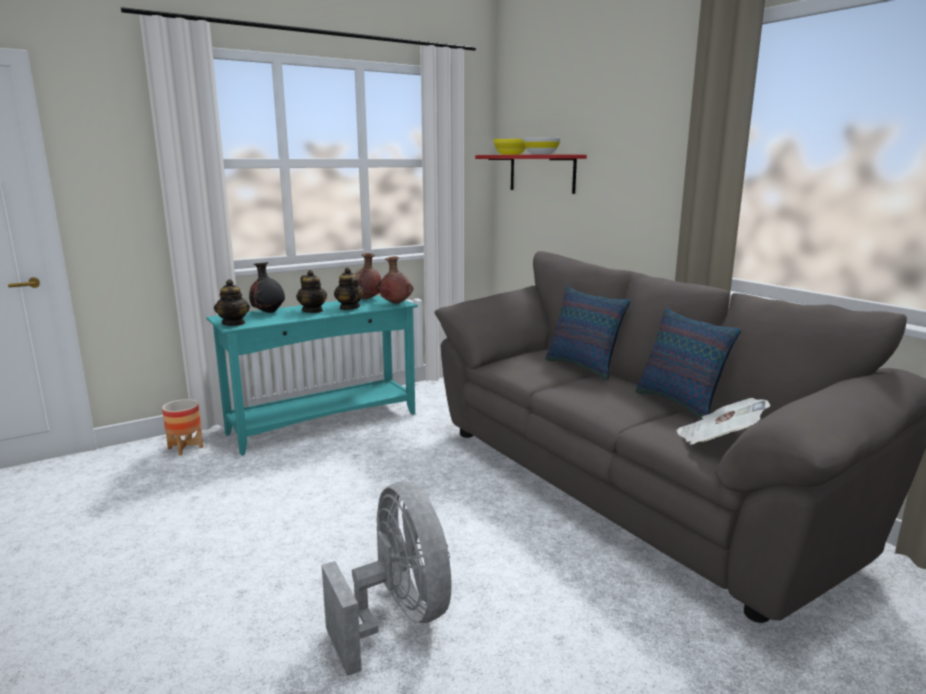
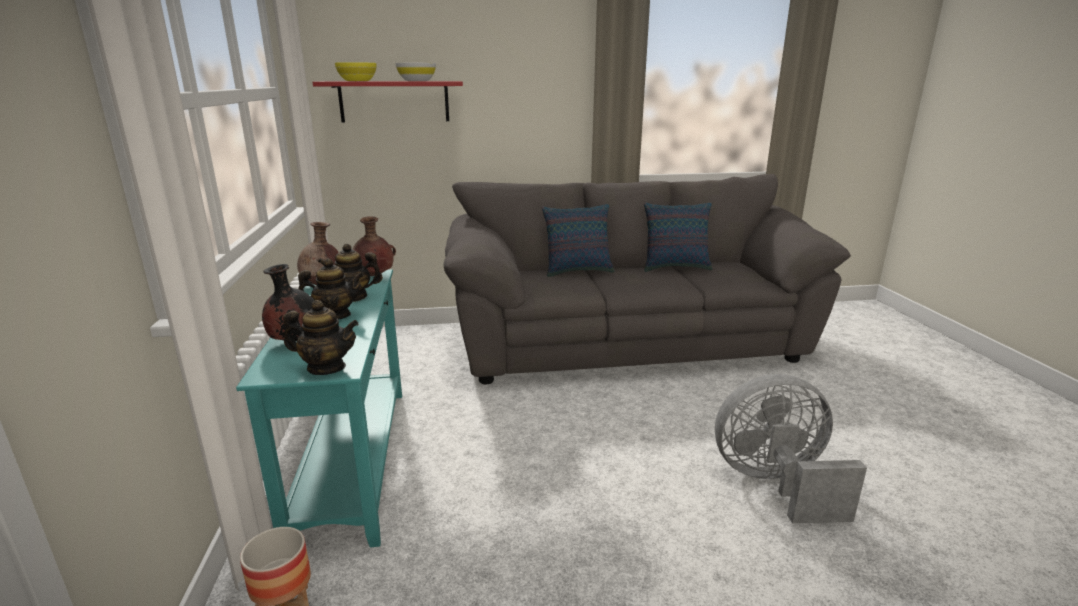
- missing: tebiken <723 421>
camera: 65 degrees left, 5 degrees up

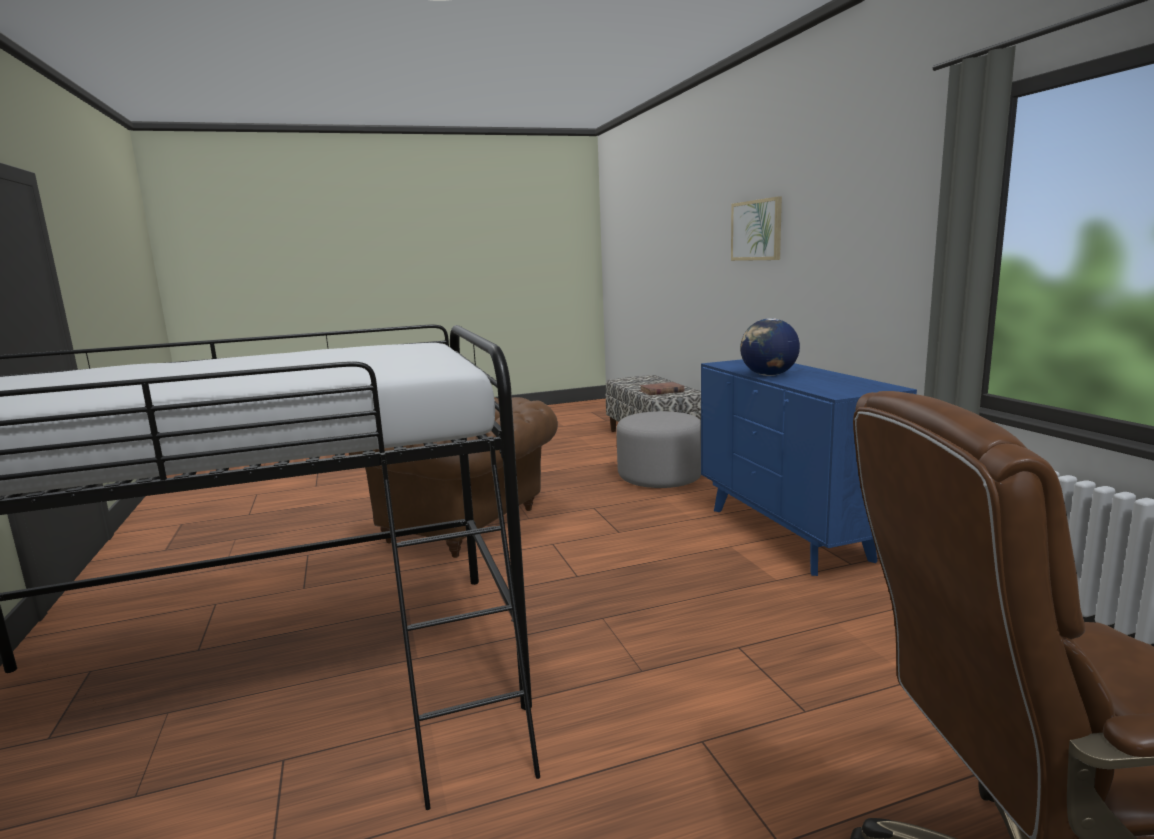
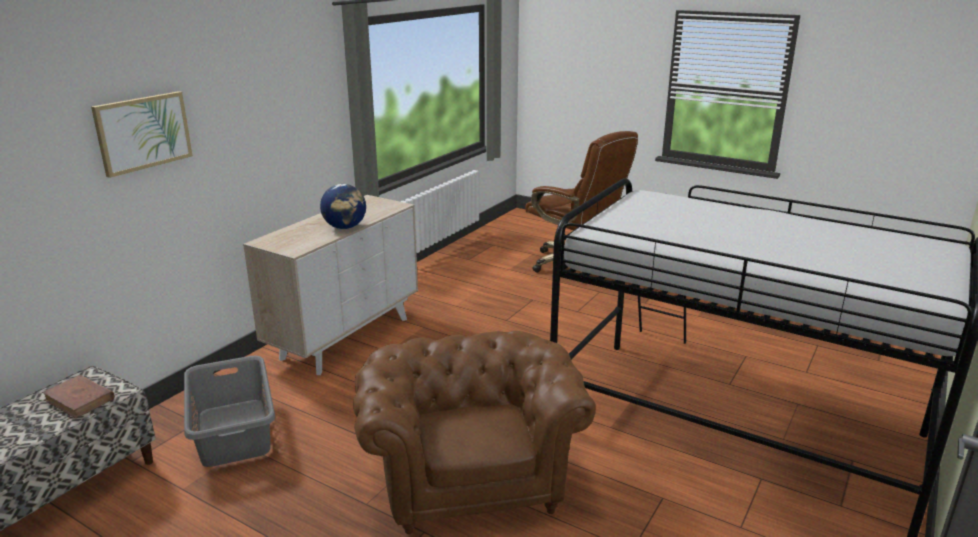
- exchanged: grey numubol <659 449> to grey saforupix <229 411>
- colour: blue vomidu <809 467> to white vomidu <330 285>
camera: 130 degrees left, 10 degrees up

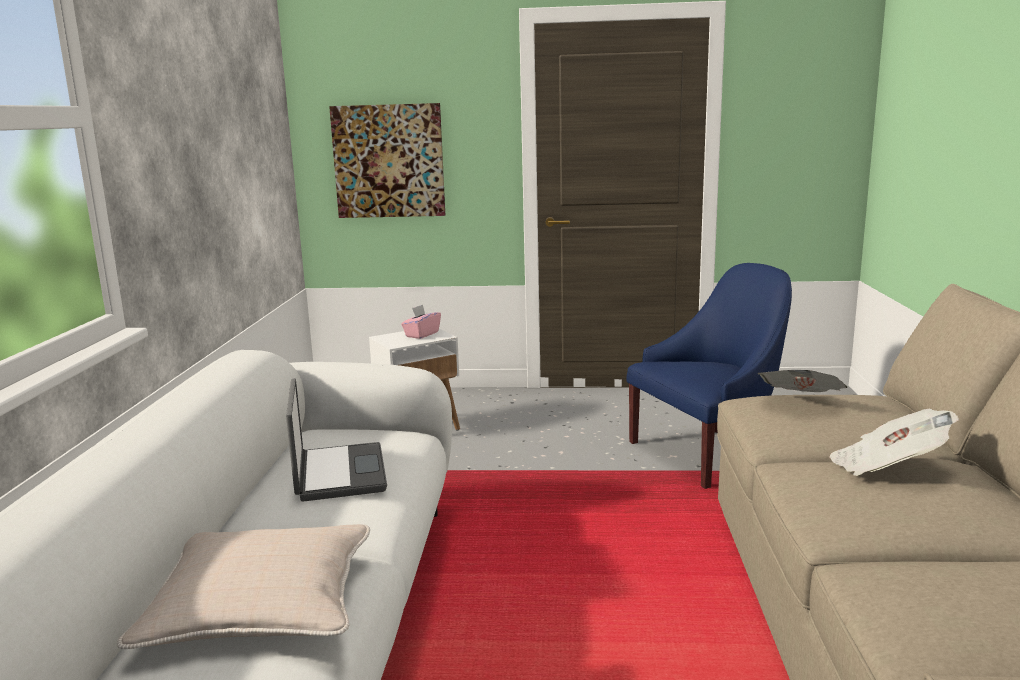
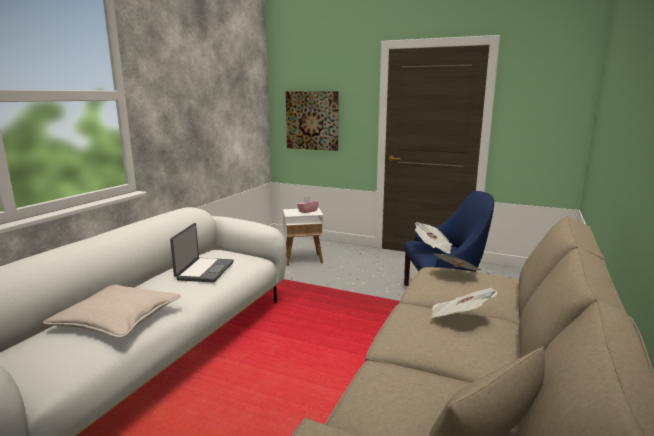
- appeared: tebiken <433 238>
camera: 20 degrees right, 0 degrees up

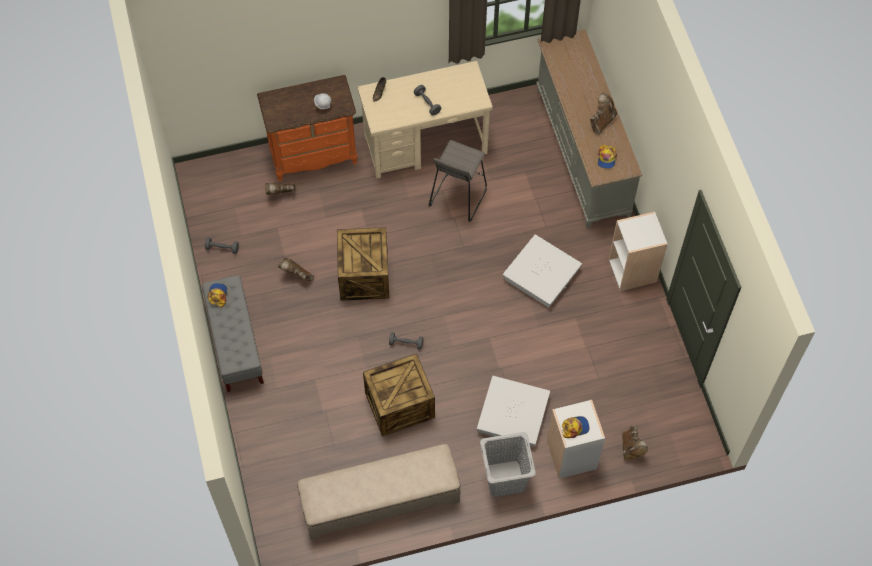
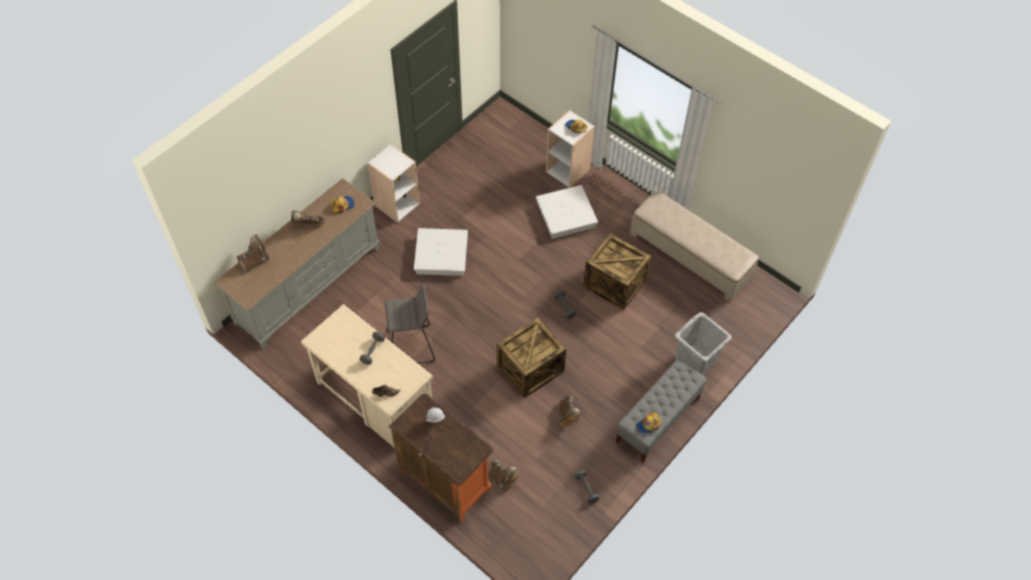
- relocated: grey saforupix <508 464> to <703 343>
- relocated: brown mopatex <635 442> to <253 254>
camera: 125 degrees left, 5 degrees down

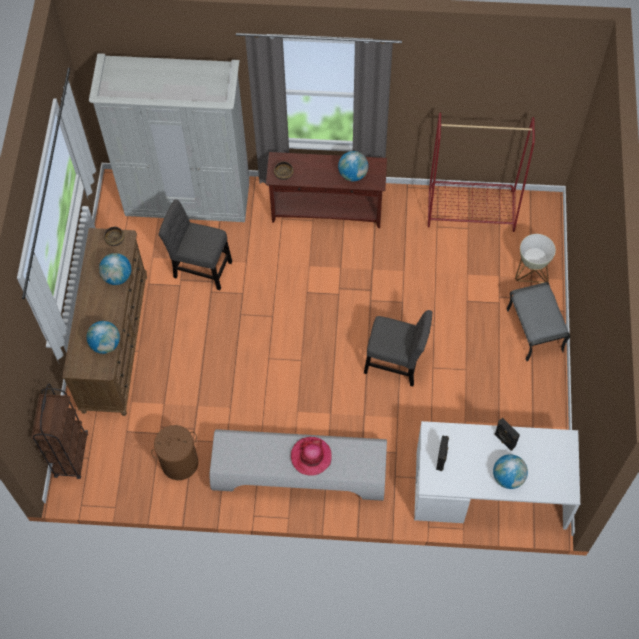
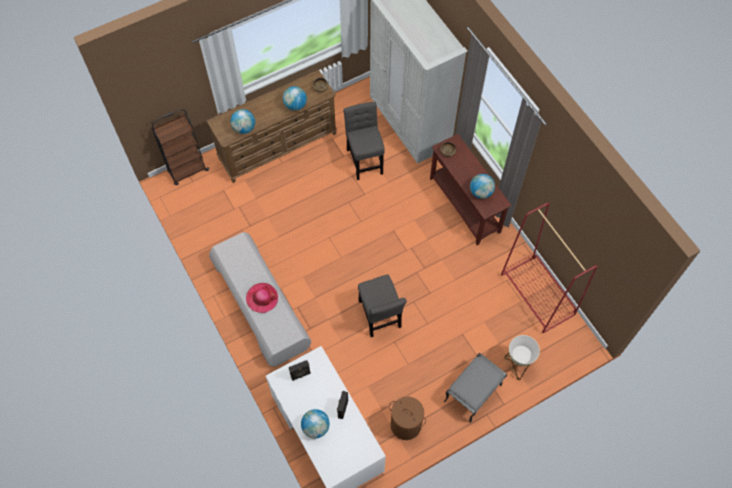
- relocated: brown saforupix <174 452> to <407 418>
camera: 55 degrees right, 0 degrees up

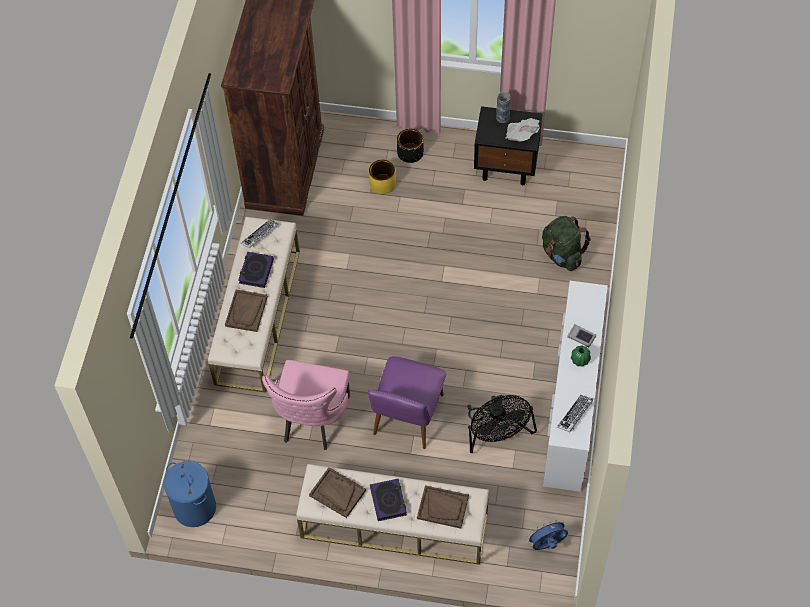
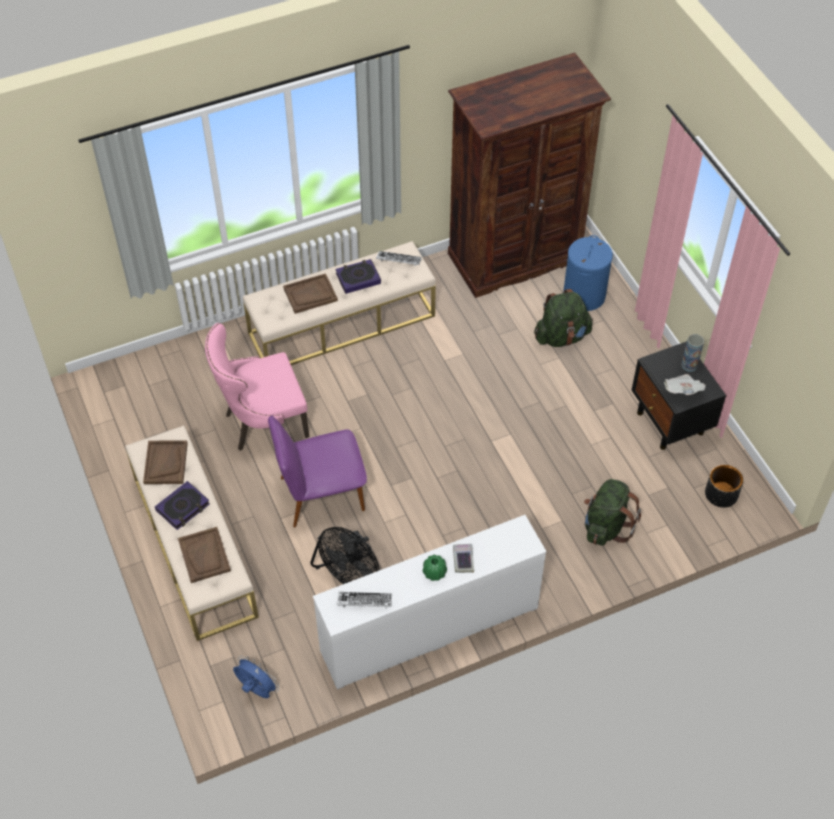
- relocated: blue saforupix <190 494> to <588 273>
- relocated: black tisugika <410 146> to <724 486>
- exchanged: yellow tisugika <382 177> to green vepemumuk <563 318>
camera: 55 degrees right, 5 degrees down

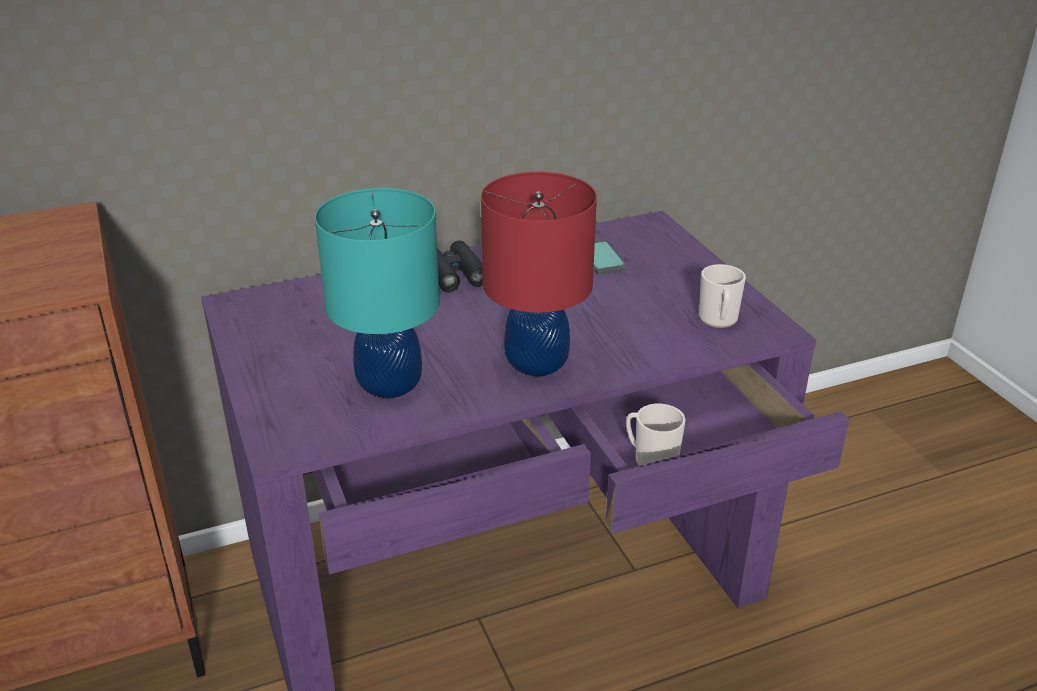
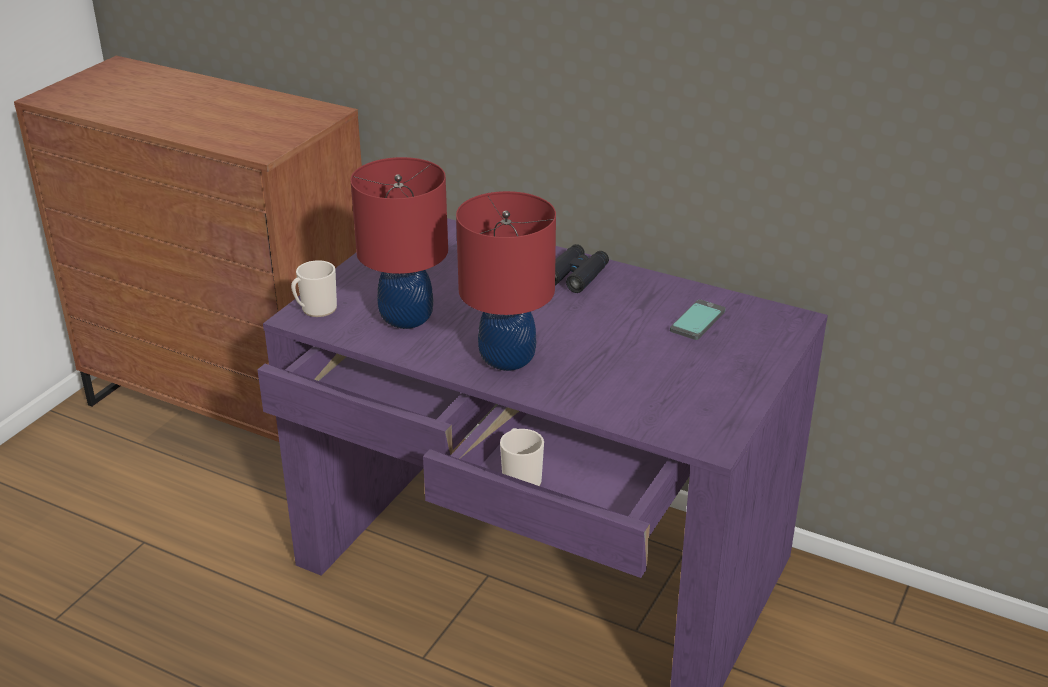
- relocated: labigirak <722 296> to <314 288>
- colour: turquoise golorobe <377 293> to red golorobe <399 243>
camera: 50 degrees right, 0 degrees up

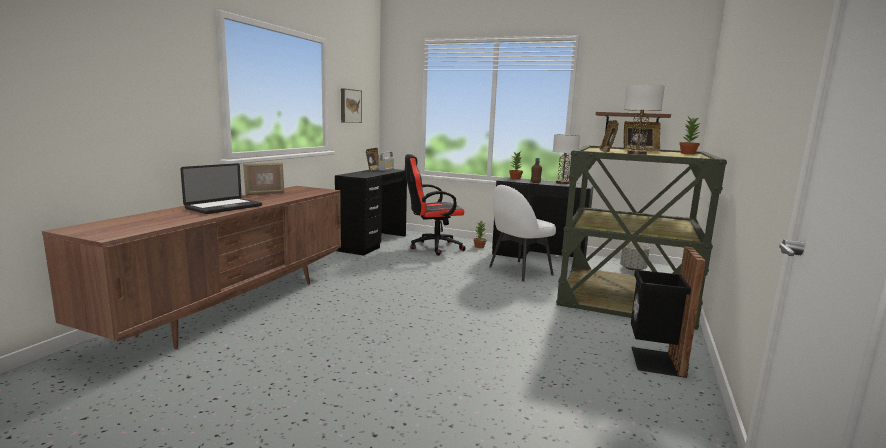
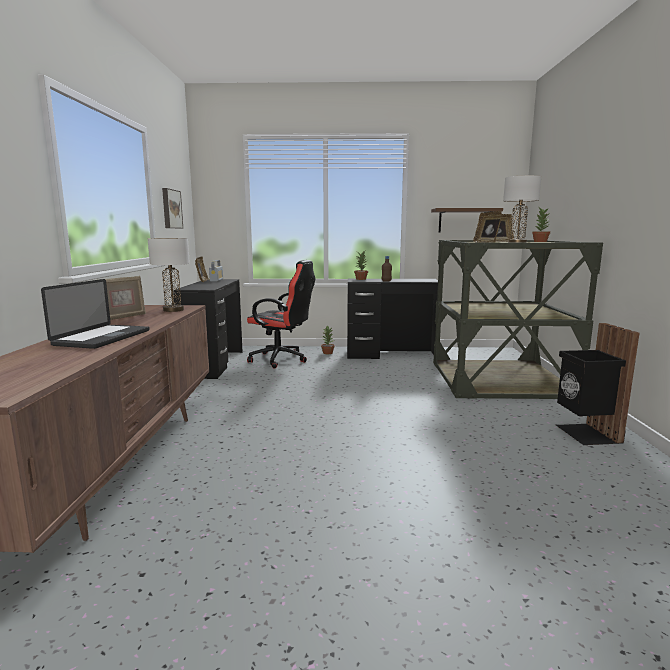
- missing: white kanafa <522 233>
- missing: grey tisugika <635 257>
- relocated: golorobe <566 159> to <169 275>
- spun: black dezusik <435 205> = <281 314> 120 degrees counterclockwise
camera: 20 degrees left, 0 degrees up

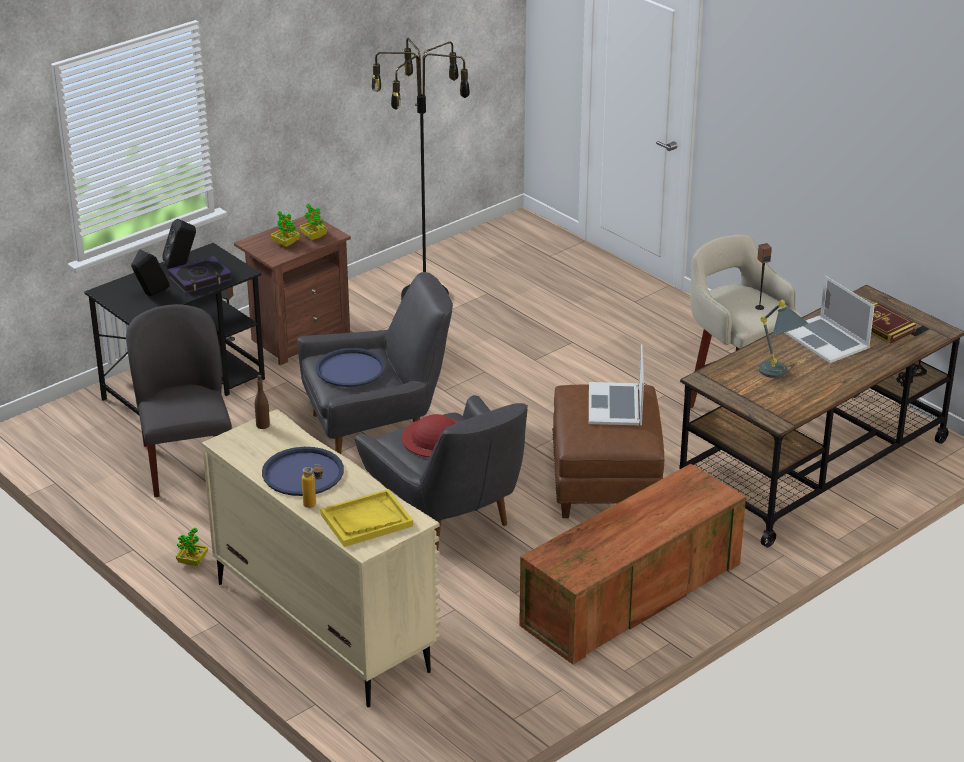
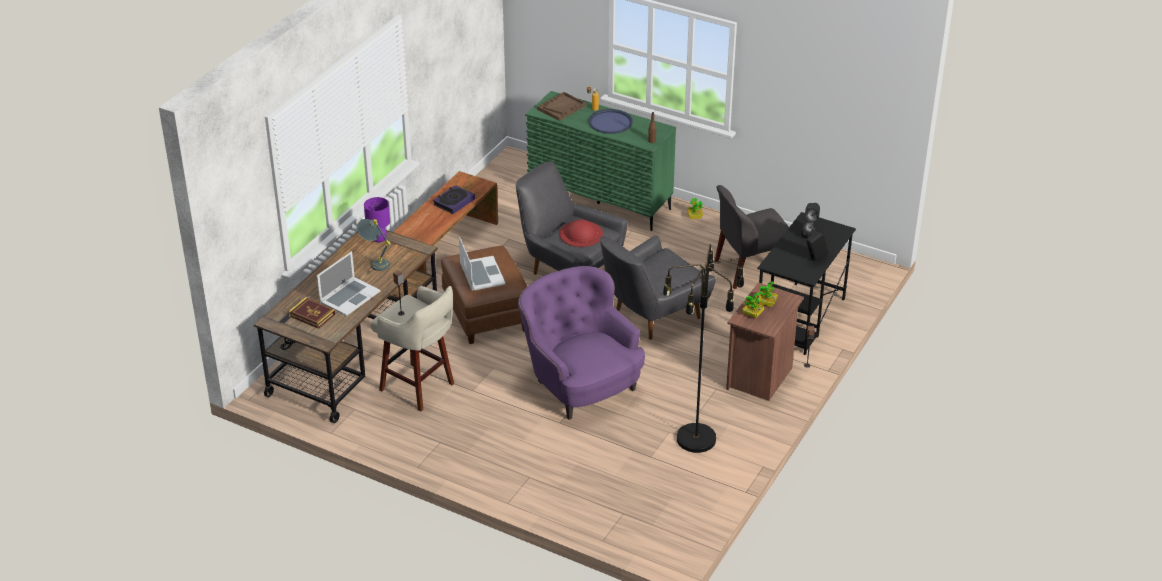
- missing: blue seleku <350 367>
- appeared: purple golorobe <377 220>
- appeared: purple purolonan <581 343>
- relocated: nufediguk <200 275> to <454 199>
- colour: beige vomidu <321 558> to green vomidu <600 161>
- colour: yellow seleku <366 518> to brown seleku <561 106>
- spun: grey kanafa <179 400> = <751 237> 105 degrees clockwise
- spun: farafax <829 319> = <348 283> 90 degrees clockwise
camera: 160 degrees right, 5 degrees up

